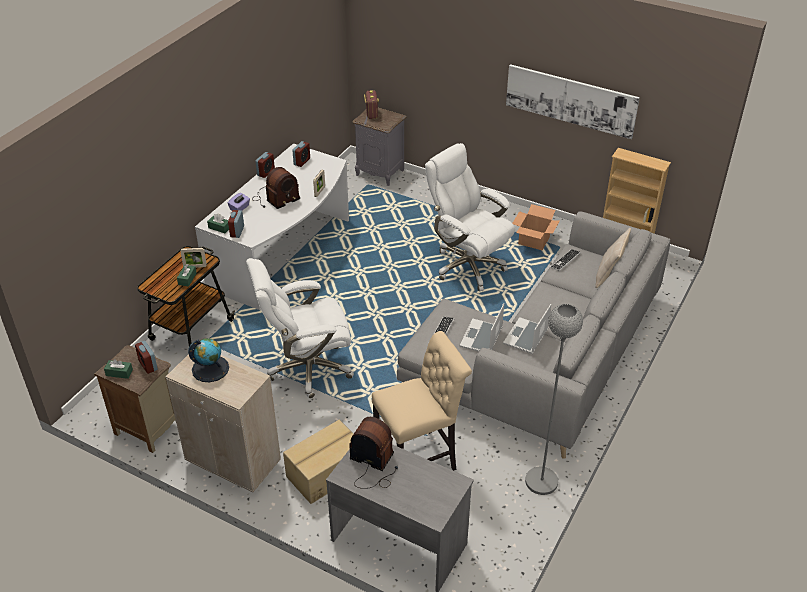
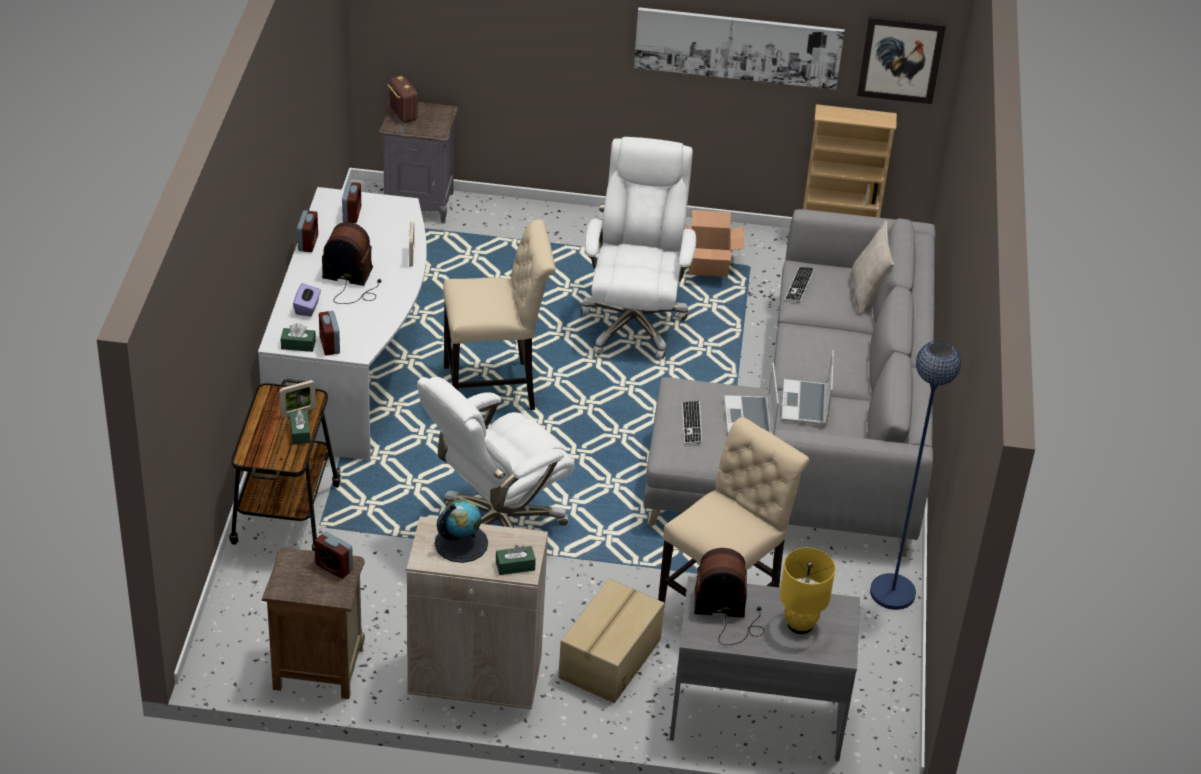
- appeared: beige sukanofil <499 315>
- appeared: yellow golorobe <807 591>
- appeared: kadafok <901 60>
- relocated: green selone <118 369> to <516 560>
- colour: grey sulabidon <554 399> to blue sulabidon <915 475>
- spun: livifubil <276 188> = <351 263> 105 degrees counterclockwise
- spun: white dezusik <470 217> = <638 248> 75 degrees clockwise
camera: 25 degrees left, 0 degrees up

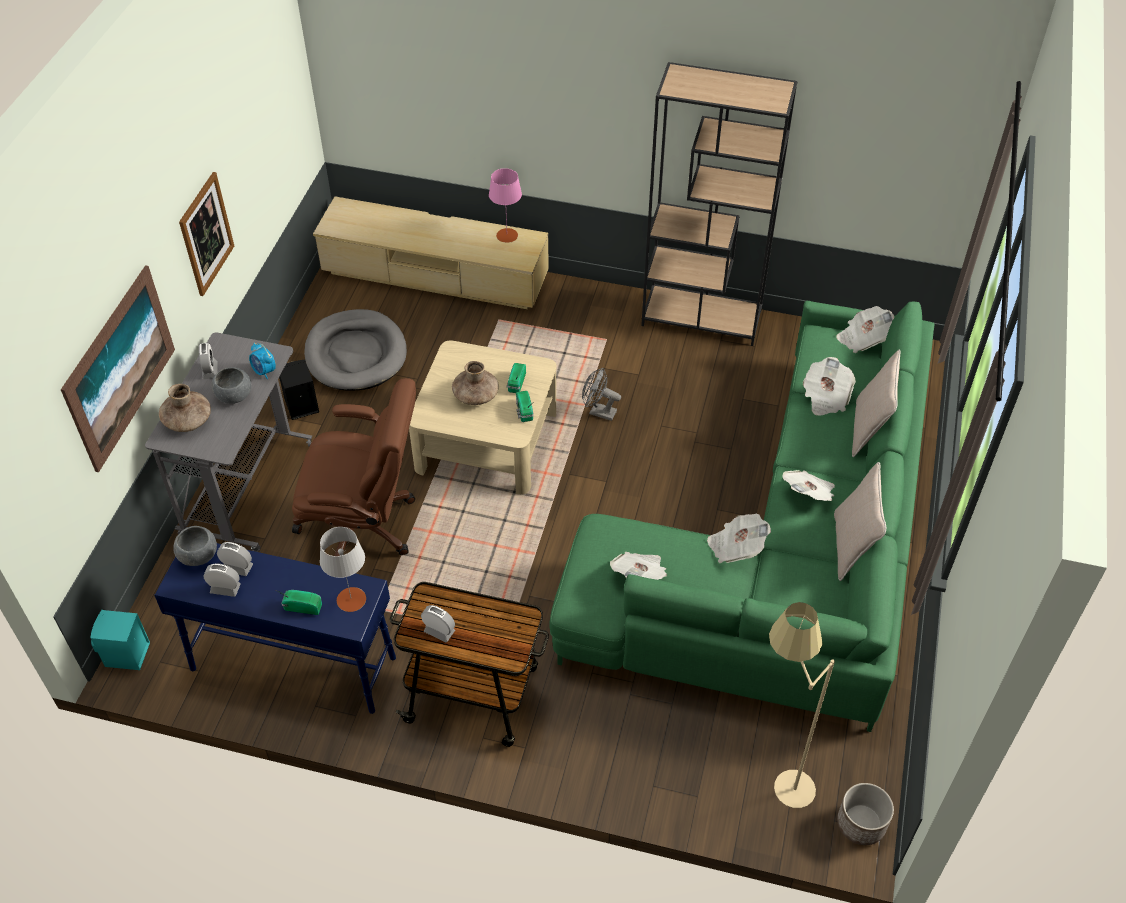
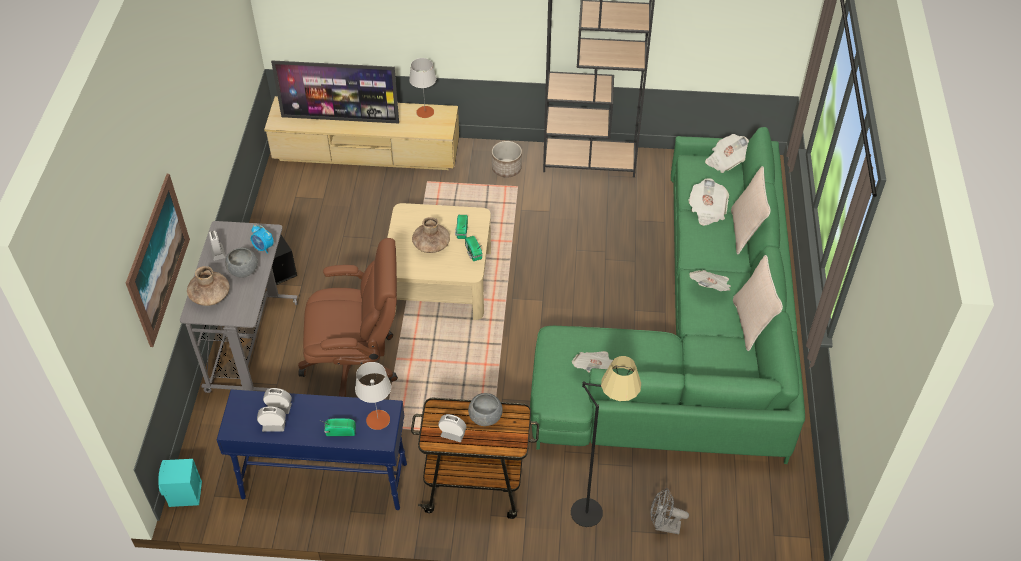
- missing: kadafok <206 234>
- missing: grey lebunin <355 349>
- missing: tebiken <739 538>
- missing: beige sulabidon <802 705>
- appeared: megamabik <335 92>
- appeared: black sulabidon <606 441>
- relocated: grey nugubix <195 546> to <485 409>
- relocated: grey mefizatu <601 394> to <669 511>
- relocated: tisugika <865 814> to <507 159>
- colour: pink golorobe <505 205> to grey golorobe <422 88>
camera: 10 degrees left, 0 degrees up

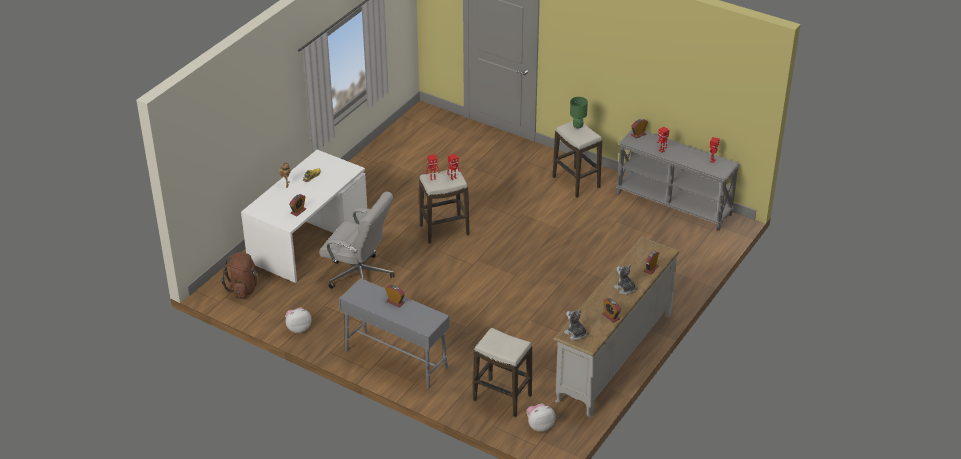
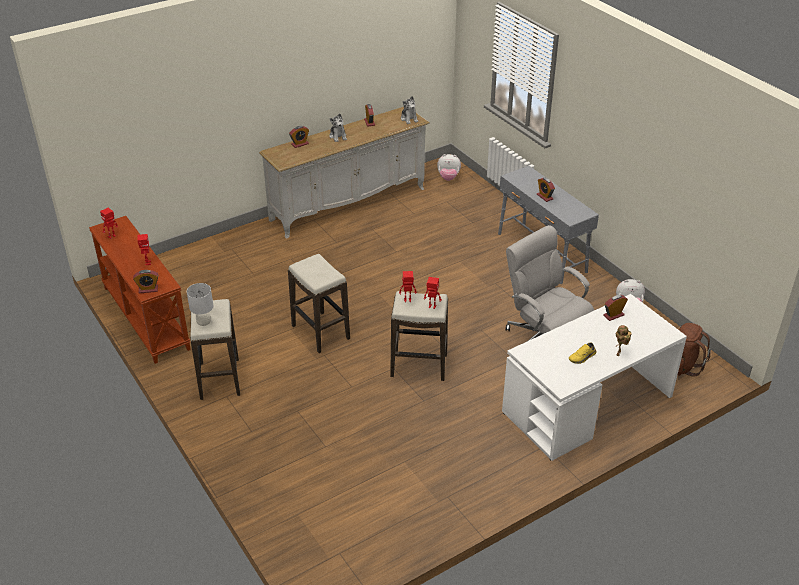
- relocated: sukanofil <502 372> to <319 303>
- colour: green golorobe <579 112> to grey golorobe <200 304>
- colour: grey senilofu <678 180> to brown senilofu <140 290>
camera: 155 degrees left, 0 degrees up

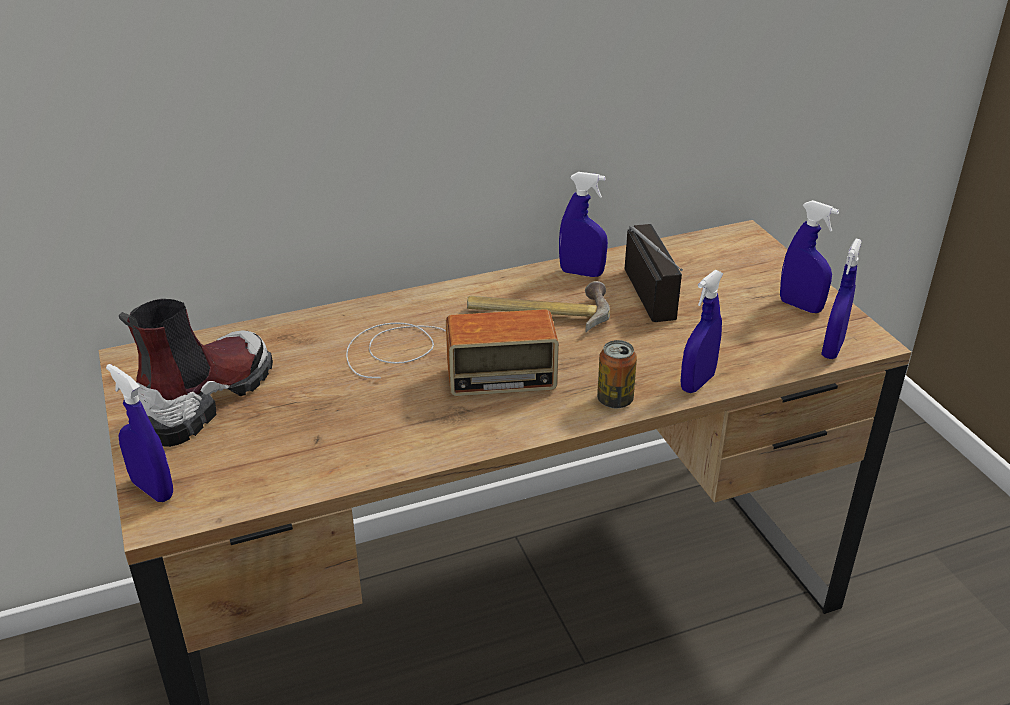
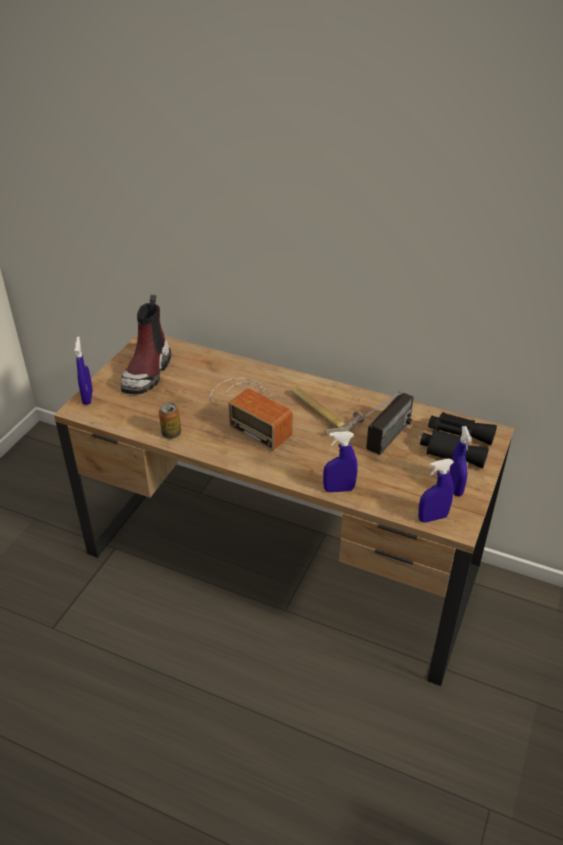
- missing: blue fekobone <583 224>
- appeared: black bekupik <458 440>
- relocated: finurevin <617 374> to <170 420>
- spun: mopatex <196 373> = <146 344> 120 degrees clockwise
camera: 45 degrees right, 5 degrees up

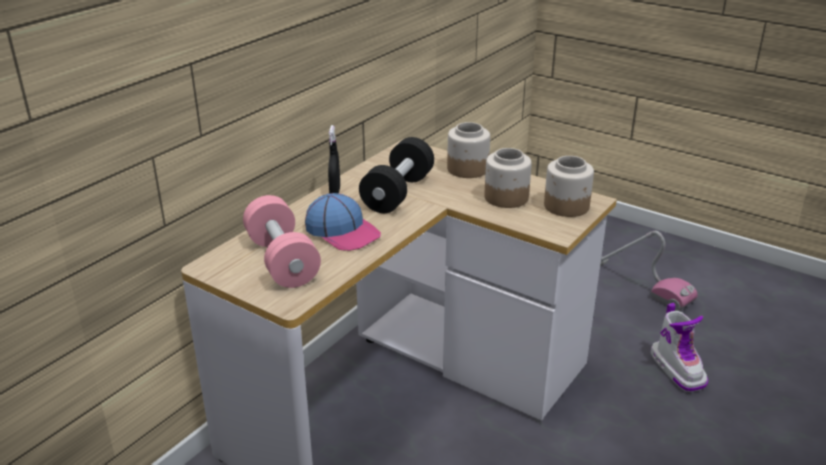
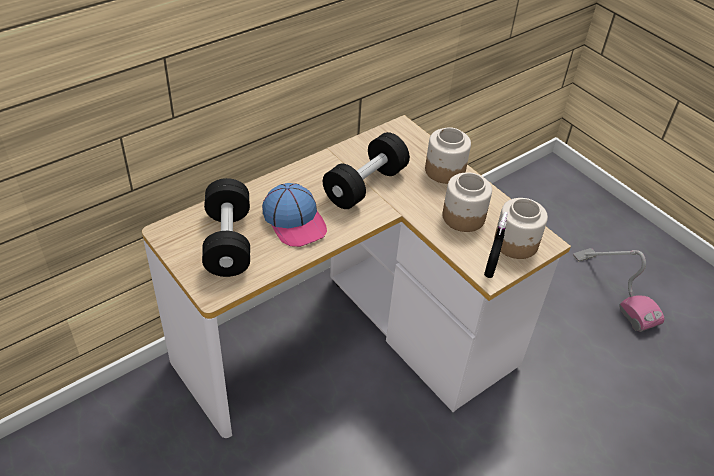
- missing: mopatex <679 347>
- relocated: black fekobone <334 159> to <496 245>
- colour: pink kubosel <282 241> to black kubosel <226 227>
camera: 15 degrees right, 15 degrees up

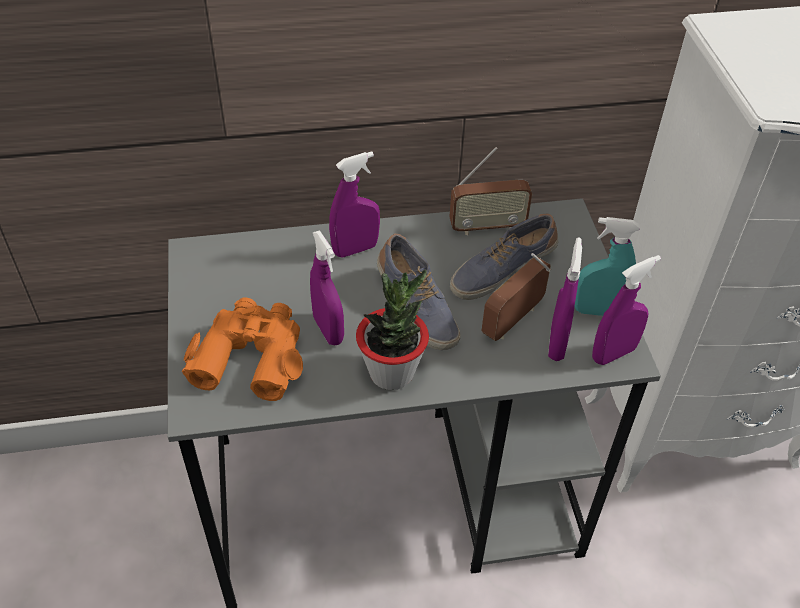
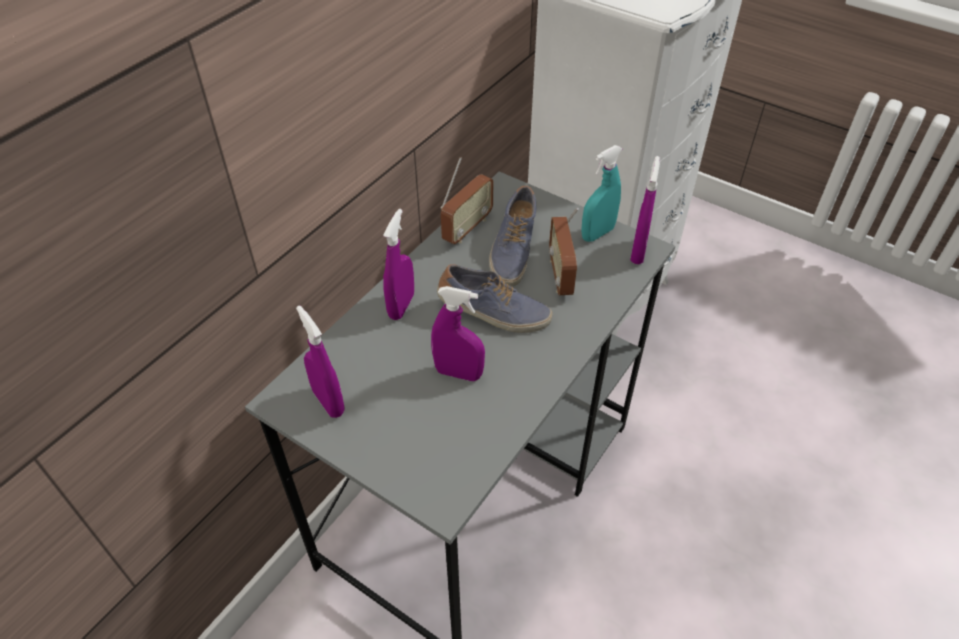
- missing: orange bekupik <242 349>
- missing: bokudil <392 329>
- relocated: purple fekobone <565 299> to <320 362>
camera: 45 degrees left, 0 degrees up

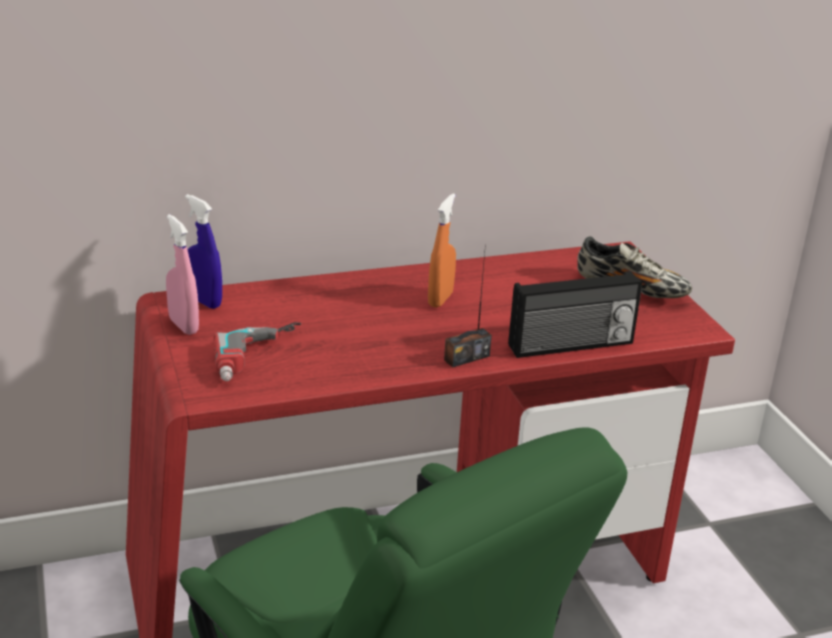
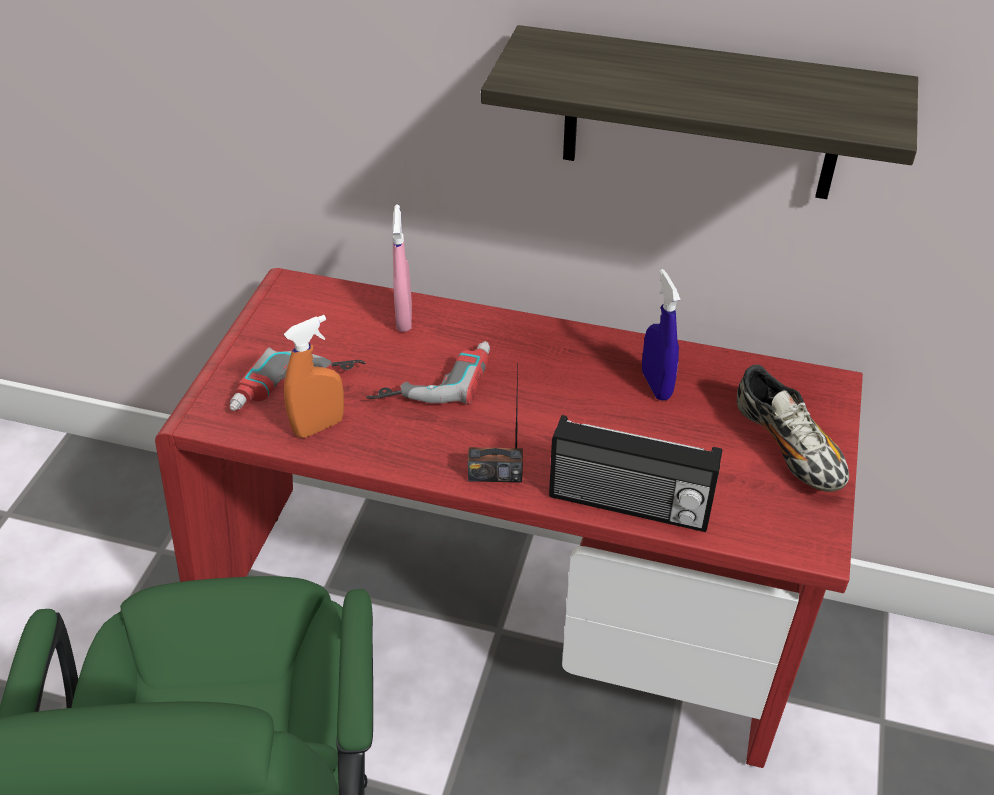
- appeared: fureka <428 373>
- appeared: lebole <699 112>
- relocated: pink fekobone <182 274> to <402 268>
- relocated: blue fekobone <203 251> to <661 335>
- relocated: orange fekobone <442 250> to <314 376>
camera: 35 degrees right, 15 degrees up

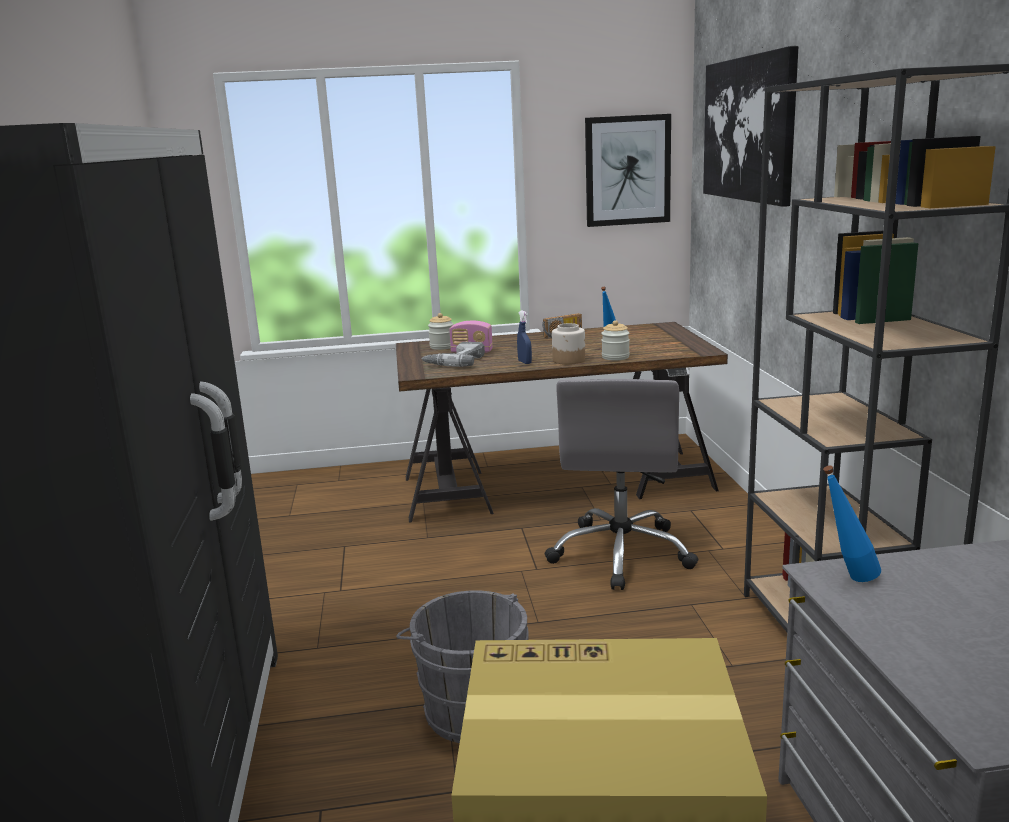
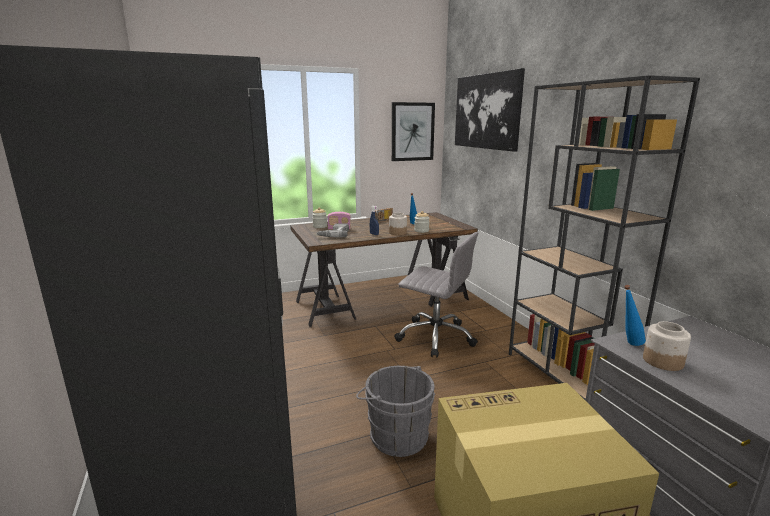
- appeared: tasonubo <667 346>
- spun: grey dezusik <621 484> = <436 294> 60 degrees counterclockwise
camera: 15 degrees left, 0 degrees up

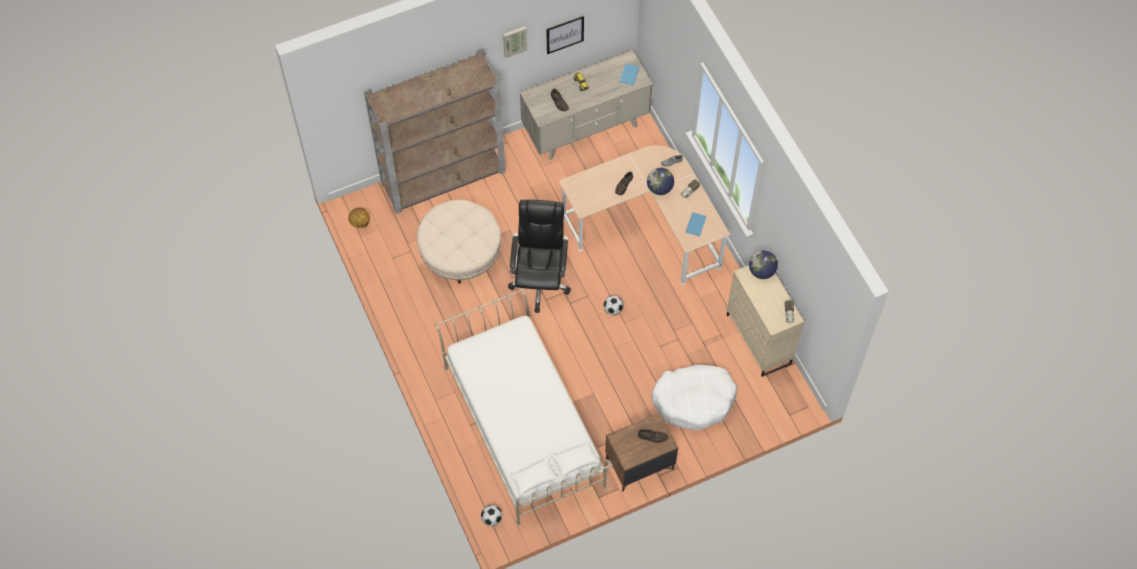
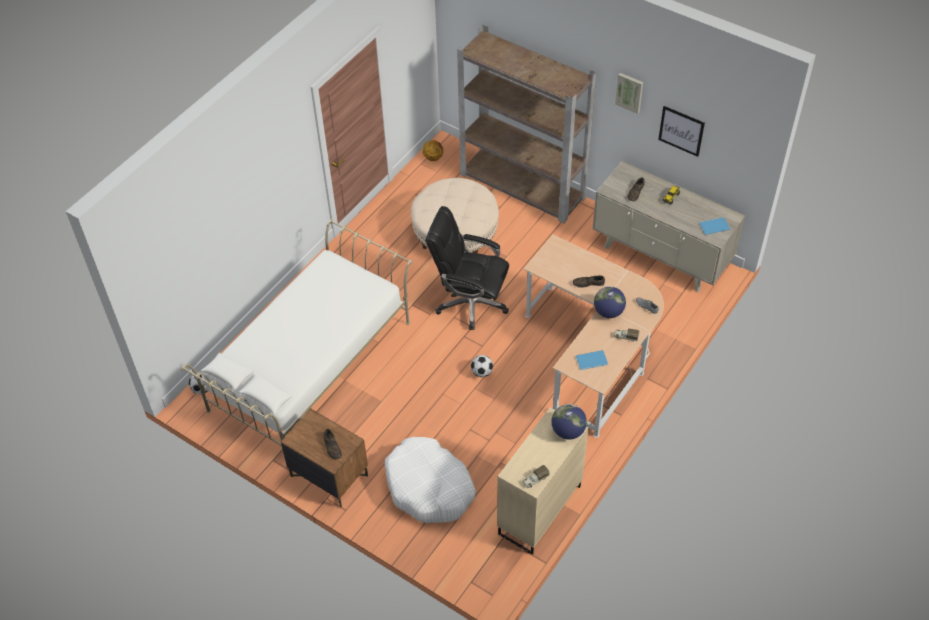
- spun: black dezusik <539 256> = <467 268> 135 degrees counterclockwise
camera: 60 degrees right, 10 degrees down

